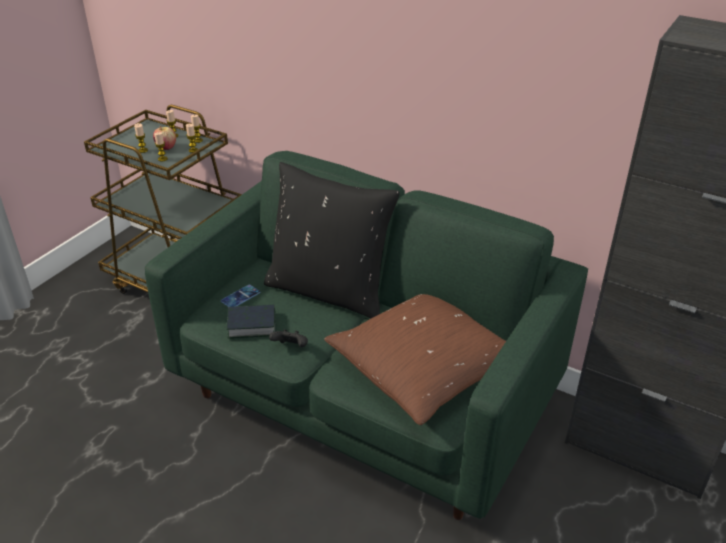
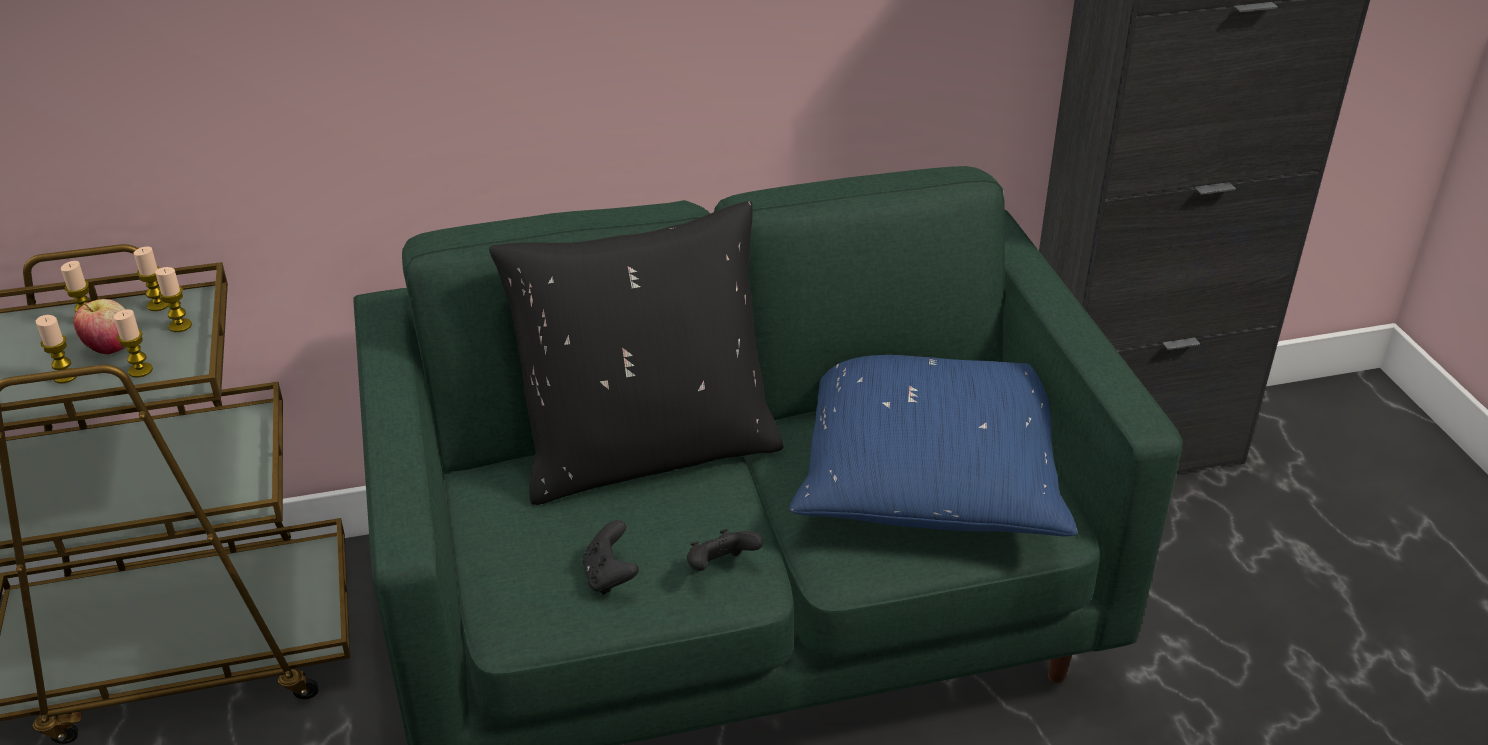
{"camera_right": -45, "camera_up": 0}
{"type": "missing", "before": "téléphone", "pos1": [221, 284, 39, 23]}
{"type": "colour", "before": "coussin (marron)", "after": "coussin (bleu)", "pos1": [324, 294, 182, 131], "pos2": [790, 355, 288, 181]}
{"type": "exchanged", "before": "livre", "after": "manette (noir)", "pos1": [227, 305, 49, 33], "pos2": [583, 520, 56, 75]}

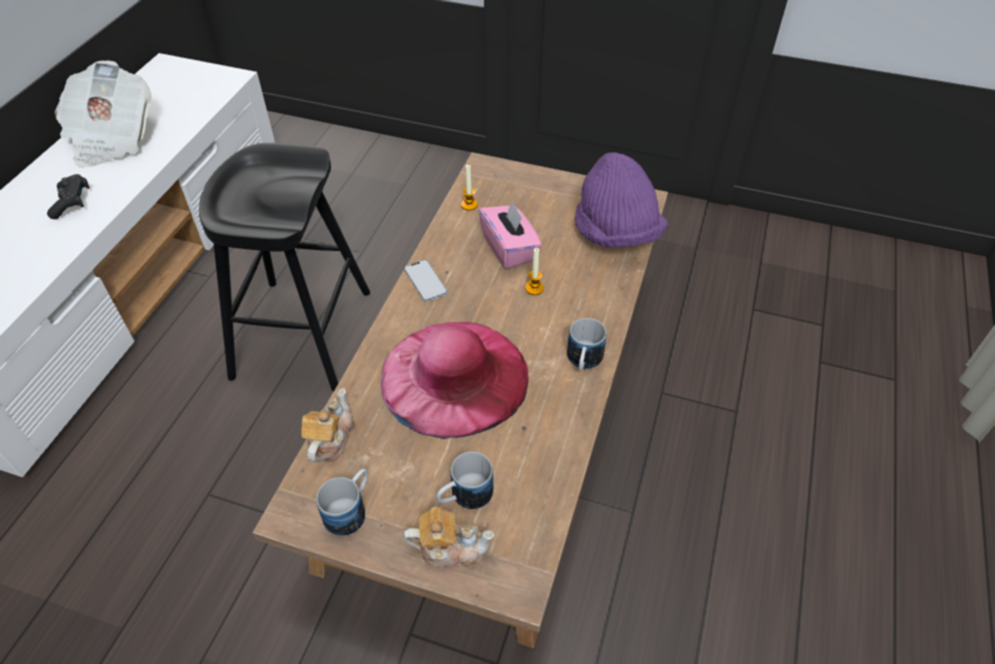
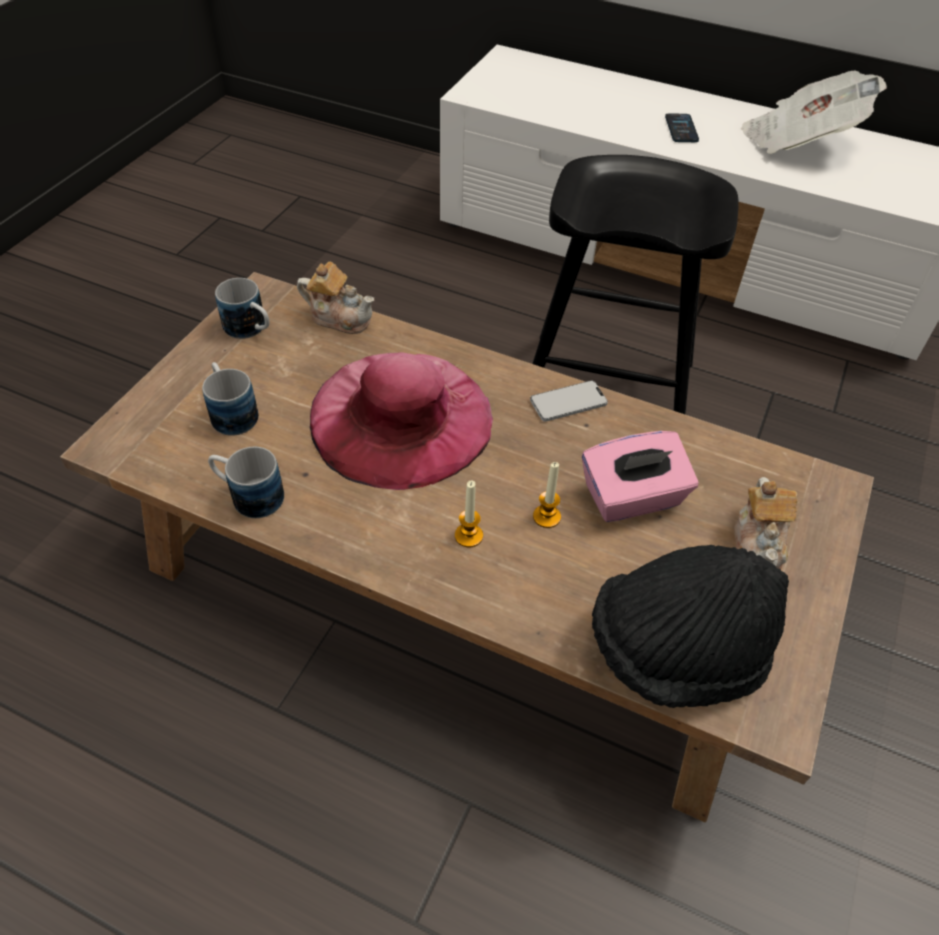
{"camera_right": 95, "camera_up": 0}
{"type": "colour", "before": "chapeau (violet)", "after": "chapeau (noir)", "pos1": [575, 152, 93, 96], "pos2": [592, 545, 197, 163]}
{"type": "relocated", "before": "bougie", "pos1": [461, 165, 17, 46], "pos2": [455, 480, 28, 67]}
{"type": "exchanged", "before": "manette (noir)", "after": "téléphone", "pos1": [47, 174, 43, 45], "pos2": [665, 113, 34, 29]}
{"type": "relocated", "before": "mug", "pos1": [567, 318, 40, 53], "pos2": [208, 446, 76, 72]}
{"type": "relocated", "before": "théière", "pos1": [403, 507, 91, 61], "pos2": [734, 477, 63, 93]}

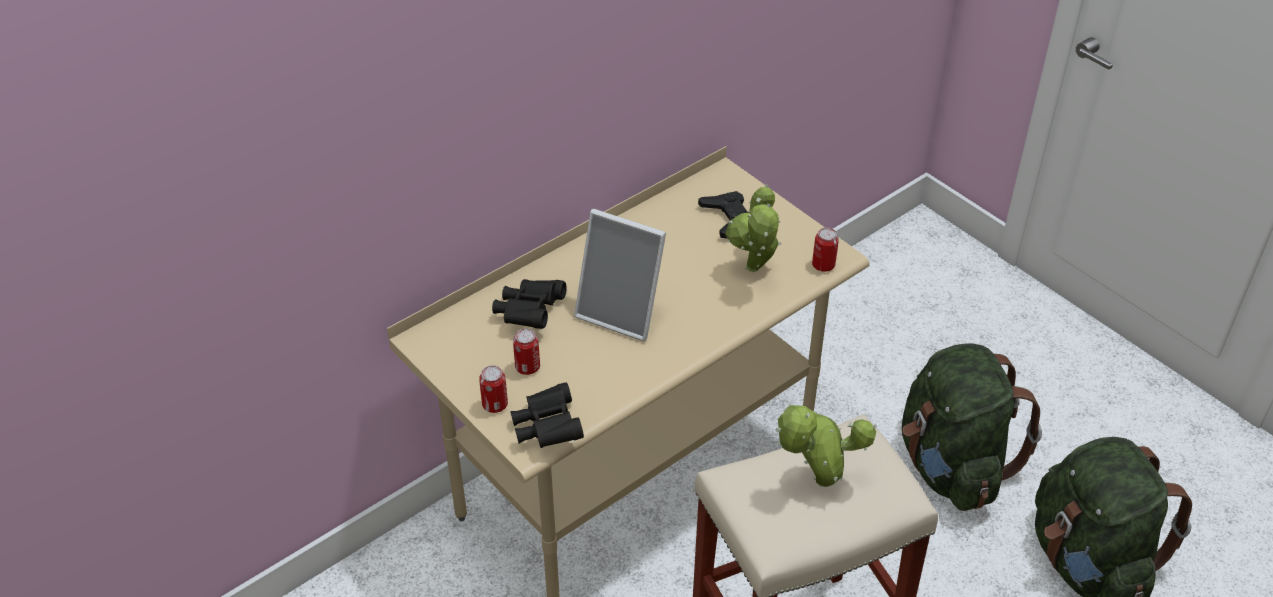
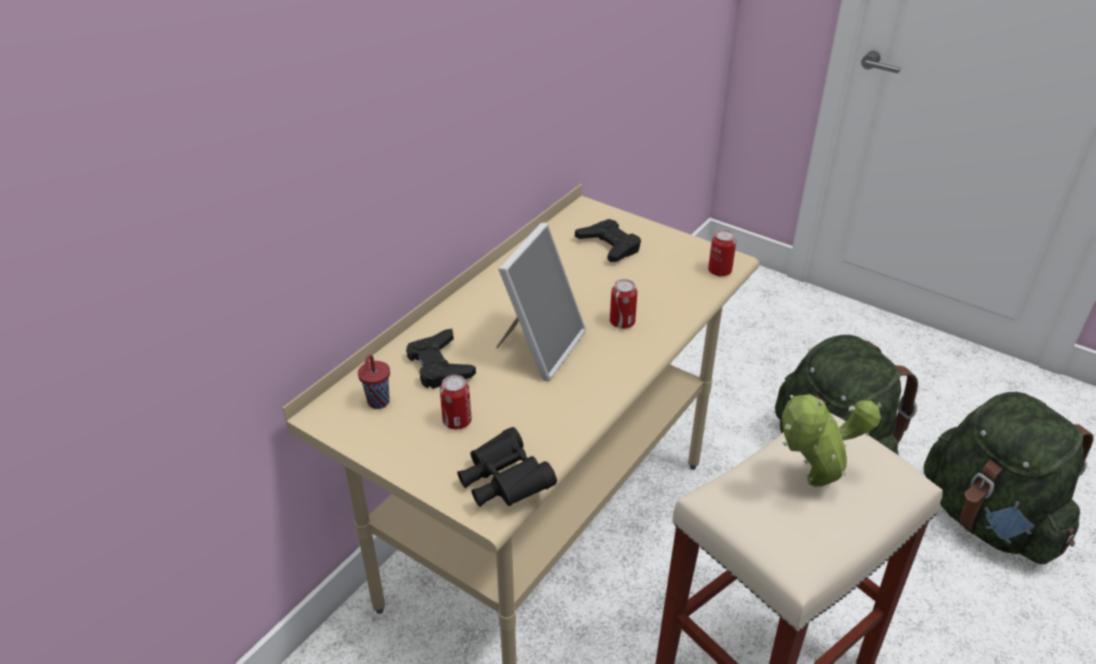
{"camera_right": -15, "camera_up": -5}
{"type": "missing", "before": "plante en pot", "pos1": [725, 184, 56, 88]}
{"type": "spun", "before": "cadre photo", "pos1": [574, 209, 92, 132], "pos2": [496, 222, 90, 159], "turn": -75}
{"type": "exchanged", "before": "jumelles (noir)", "after": "manette (noir)", "pos1": [492, 279, 74, 50], "pos2": [406, 329, 70, 60]}
{"type": "relocated", "before": "boîte métallique", "pos1": [479, 365, 29, 48], "pos2": [610, 279, 27, 50]}
{"type": "appeared", "after": "tasse (rouge)", "pos2": [358, 355, 32, 54]}

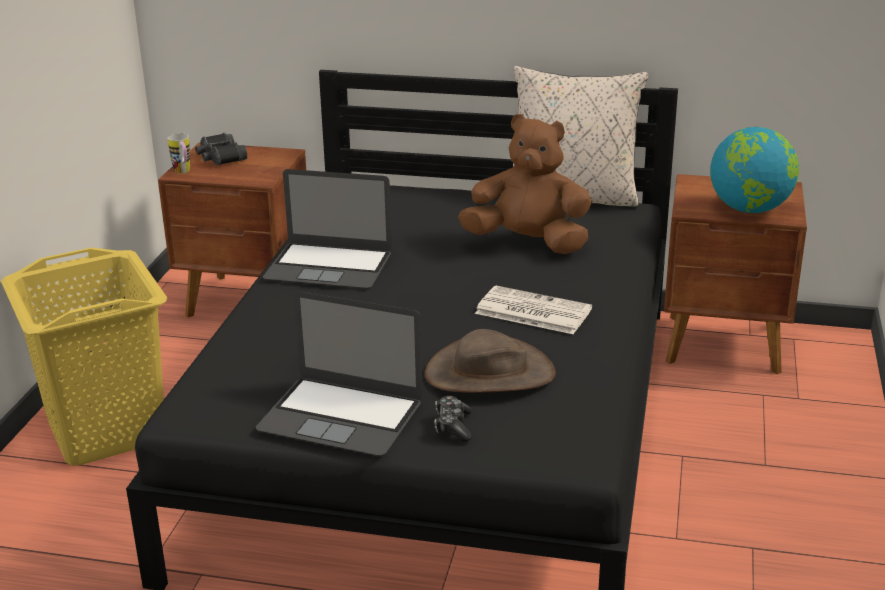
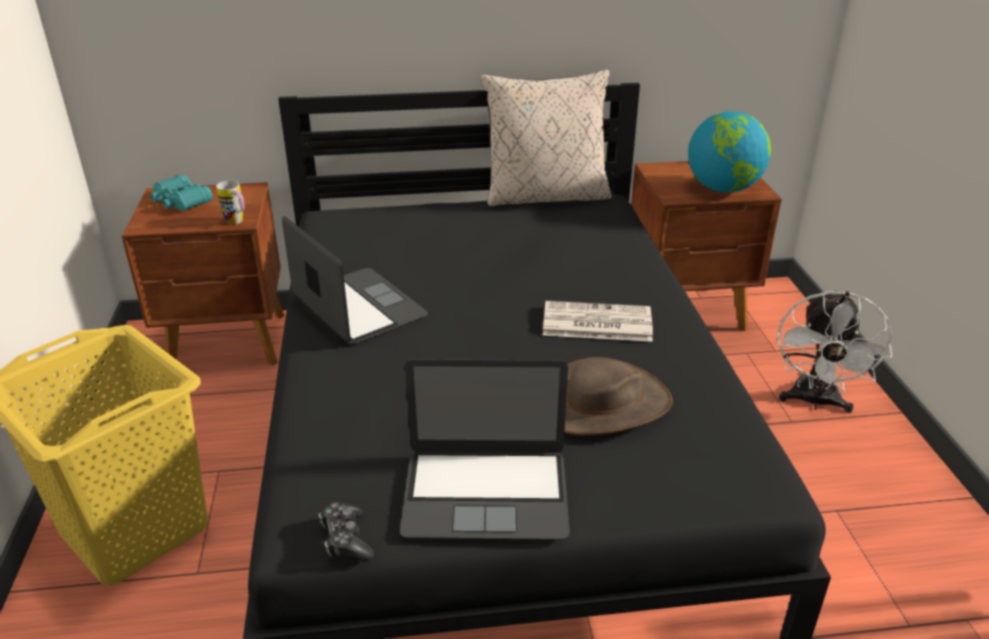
{"camera_right": -20, "camera_up": 5}
{"type": "missing", "before": "peluche (marron)", "pos1": [458, 114, 134, 140]}
{"type": "relocated", "before": "mug", "pos1": [168, 133, 22, 41], "pos2": [216, 180, 28, 45]}
{"type": "colour", "before": "jumelles (noir)", "after": "jumelles (turquoise)", "pos1": [195, 133, 52, 32], "pos2": [150, 175, 63, 36]}
{"type": "spun", "before": "ordinateur portable", "pos1": [263, 169, 129, 120], "pos2": [282, 216, 146, 128], "turn": -120}
{"type": "relocated", "before": "manette", "pos1": [434, 396, 38, 46], "pos2": [319, 502, 55, 60]}
{"type": "appeared", "after": "ventilateur (blanc)", "pos2": [778, 290, 114, 123]}

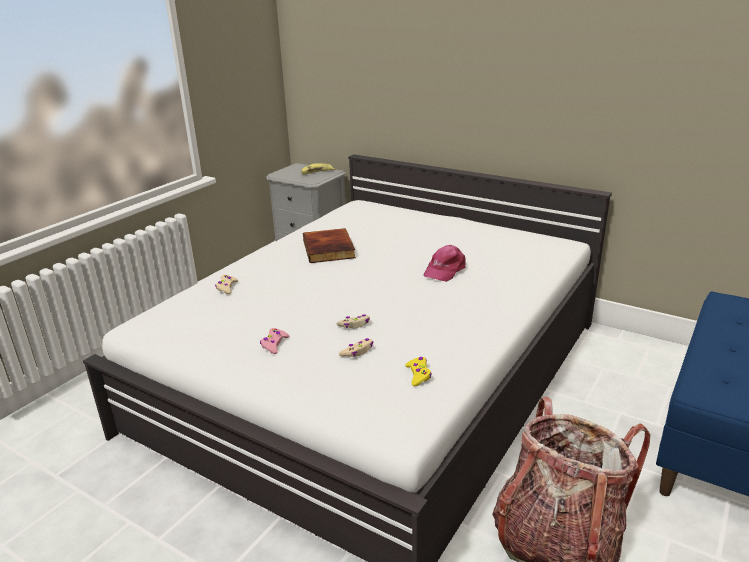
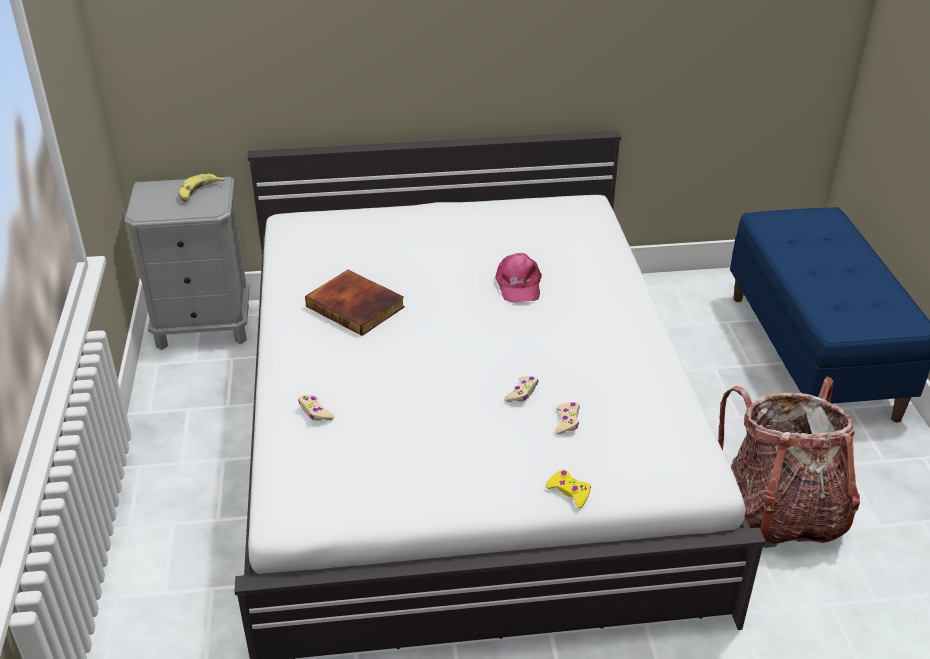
{"camera_right": -40, "camera_up": 10}
{"type": "missing", "before": "manette (rose)", "pos1": [260, 328, 29, 26]}
{"type": "relocated", "before": "manette (jaune)", "pos1": [405, 357, 26, 29], "pos2": [546, 470, 45, 38]}

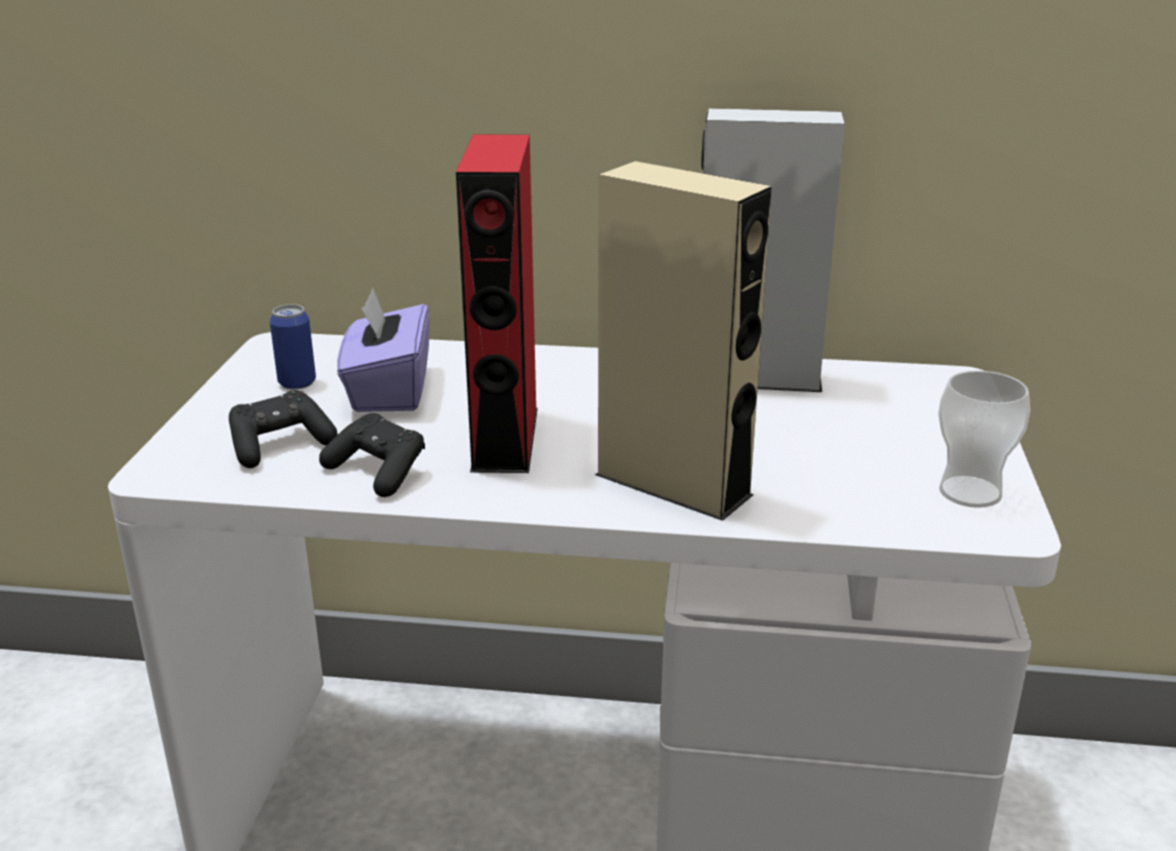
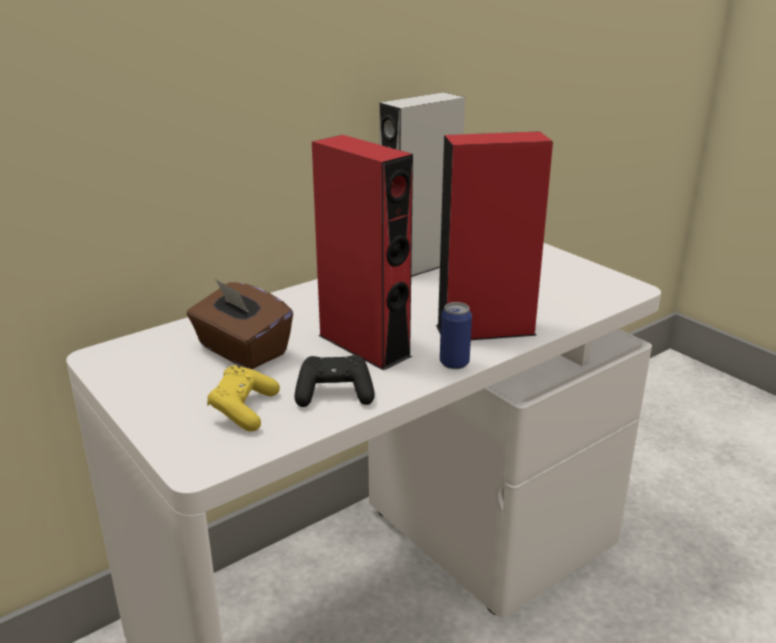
{"camera_right": -45, "camera_up": 0}
{"type": "colour", "before": "enceinte (beige)", "after": "enceinte (rouge)", "pos1": [595, 161, 176, 360], "pos2": [436, 131, 117, 209]}
{"type": "colour", "before": "boîte à mouchoirs (violet)", "after": "boîte à mouchoirs (marron)", "pos1": [337, 288, 92, 124], "pos2": [187, 279, 106, 90]}
{"type": "relocated", "before": "boîte métallique", "pos1": [270, 304, 46, 86], "pos2": [440, 302, 32, 67]}
{"type": "missing", "before": "tasse", "pos1": [938, 370, 92, 138]}
{"type": "colour", "before": "manette (noir)", "after": "manette (jaune)", "pos1": [229, 390, 108, 78], "pos2": [207, 365, 73, 66]}

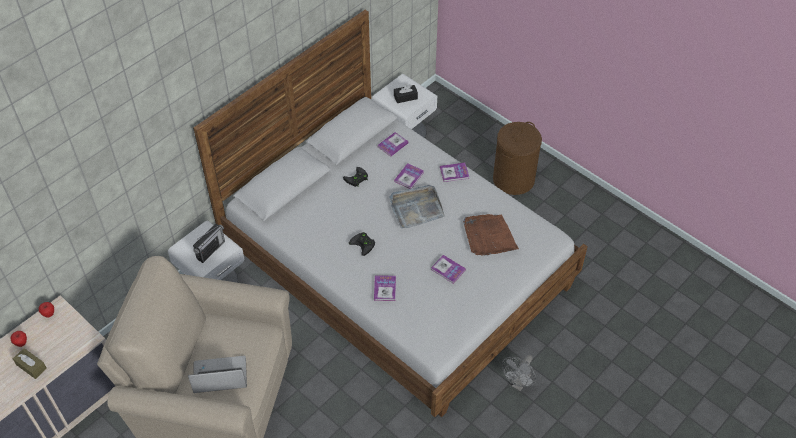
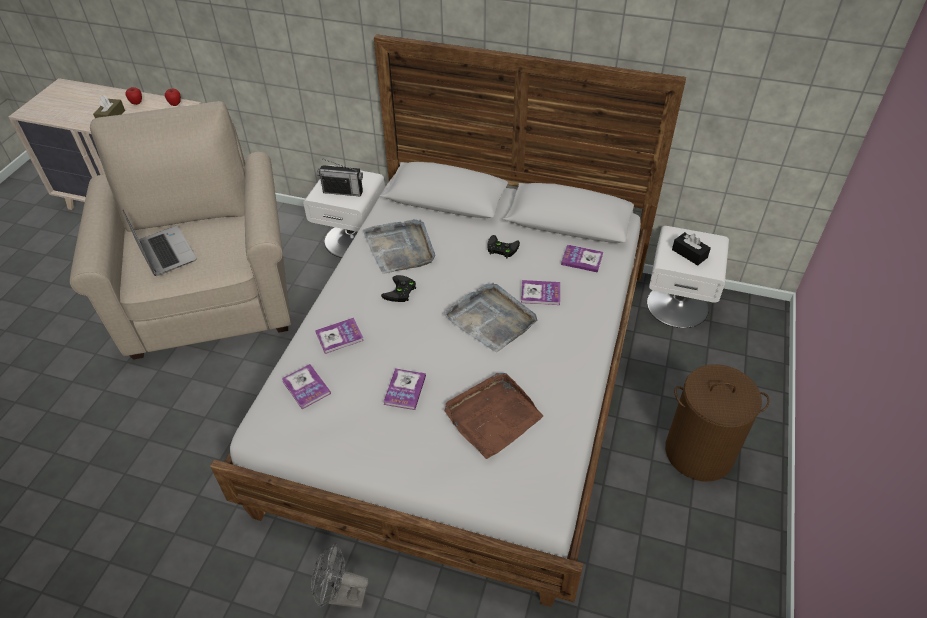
{"camera_right": 65, "camera_up": -5}
{"type": "relocated", "before": "livre", "pos1": [440, 163, 29, 19], "pos2": [282, 364, 49, 45]}
{"type": "appeared", "after": "plateau (gris)", "pos2": [363, 219, 72, 55]}

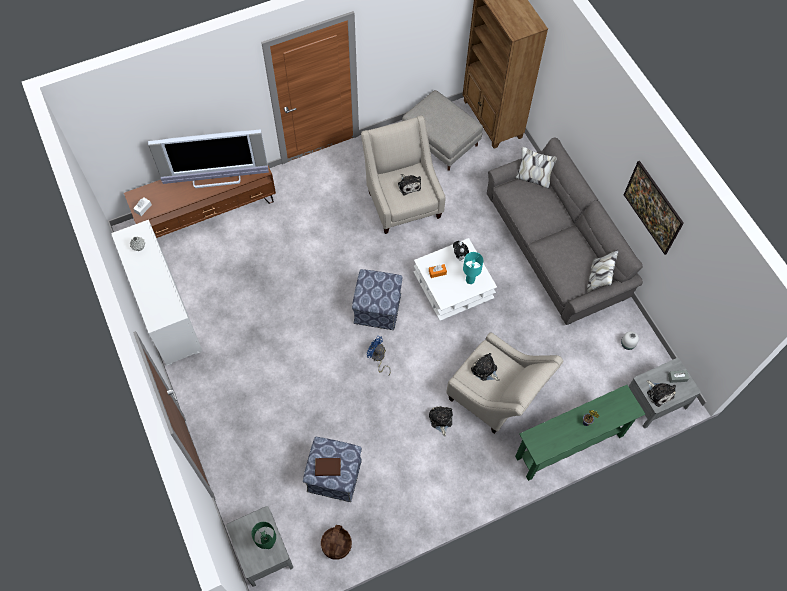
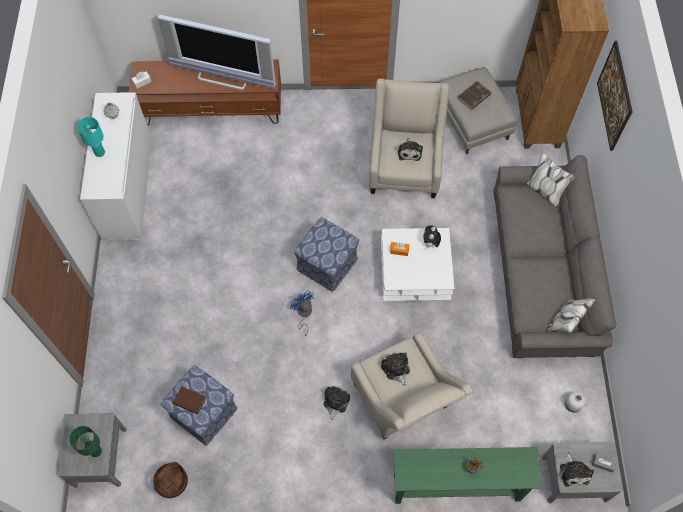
{"camera_right": 25, "camera_up": 0}
{"type": "relocated", "before": "tableau", "pos1": [624, 161, 60, 94], "pos2": [597, 41, 36, 110]}
{"type": "relocated", "before": "lampe de table (turquoise)", "pos1": [463, 252, 21, 32], "pos2": [77, 117, 28, 40]}
{"type": "appeared", "after": "livre (marron)", "pos2": [458, 81, 33, 29]}

